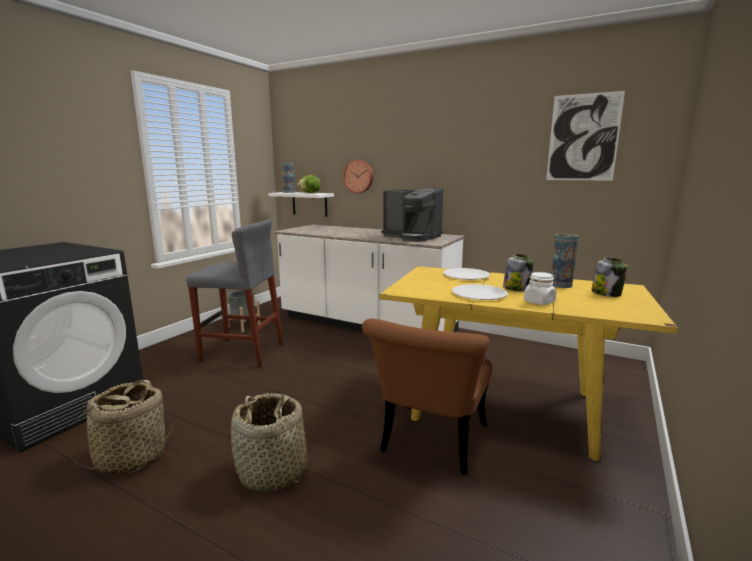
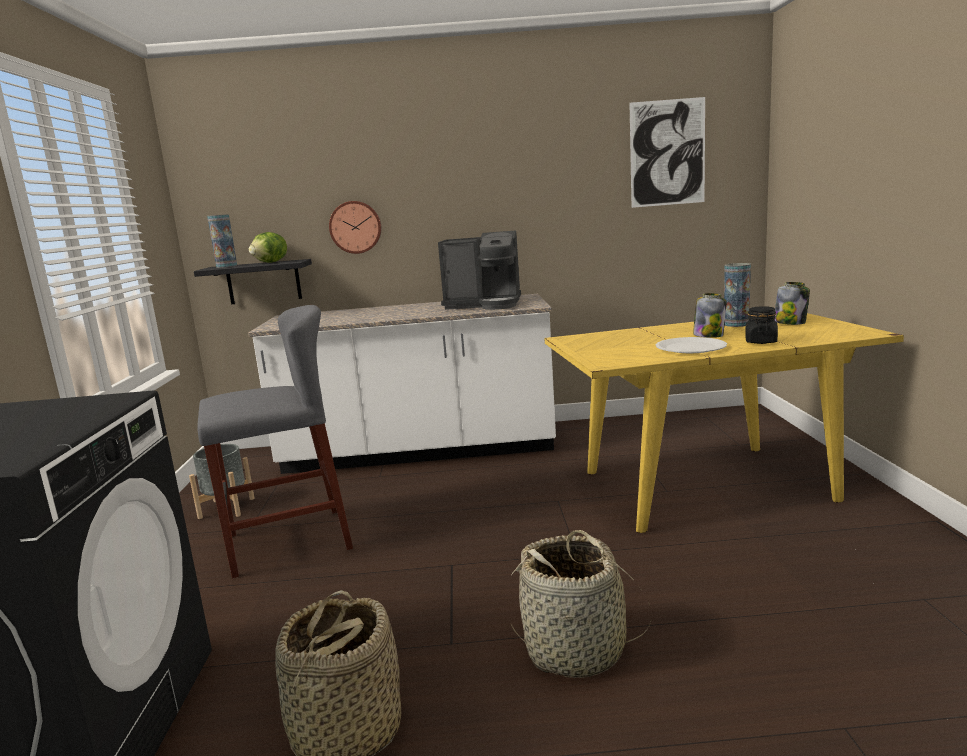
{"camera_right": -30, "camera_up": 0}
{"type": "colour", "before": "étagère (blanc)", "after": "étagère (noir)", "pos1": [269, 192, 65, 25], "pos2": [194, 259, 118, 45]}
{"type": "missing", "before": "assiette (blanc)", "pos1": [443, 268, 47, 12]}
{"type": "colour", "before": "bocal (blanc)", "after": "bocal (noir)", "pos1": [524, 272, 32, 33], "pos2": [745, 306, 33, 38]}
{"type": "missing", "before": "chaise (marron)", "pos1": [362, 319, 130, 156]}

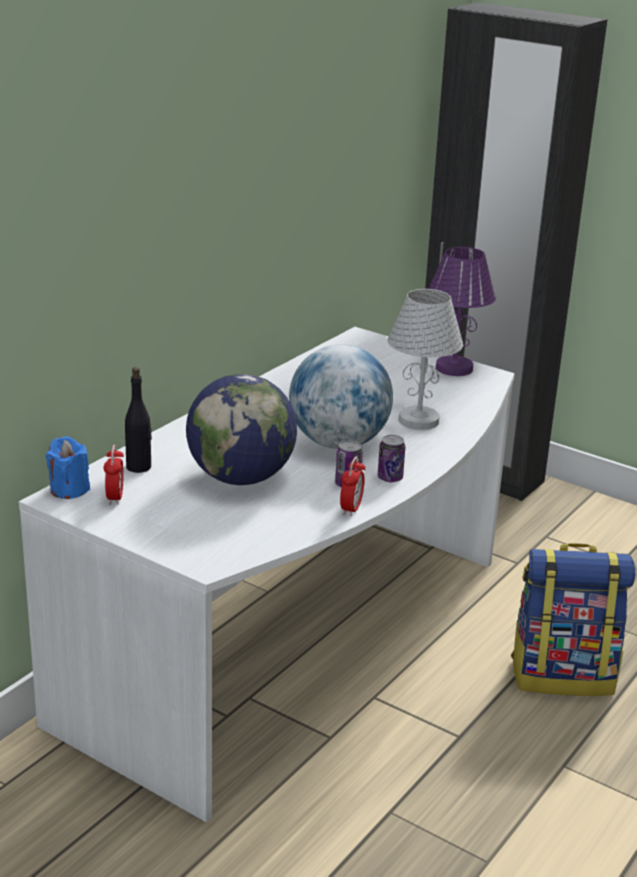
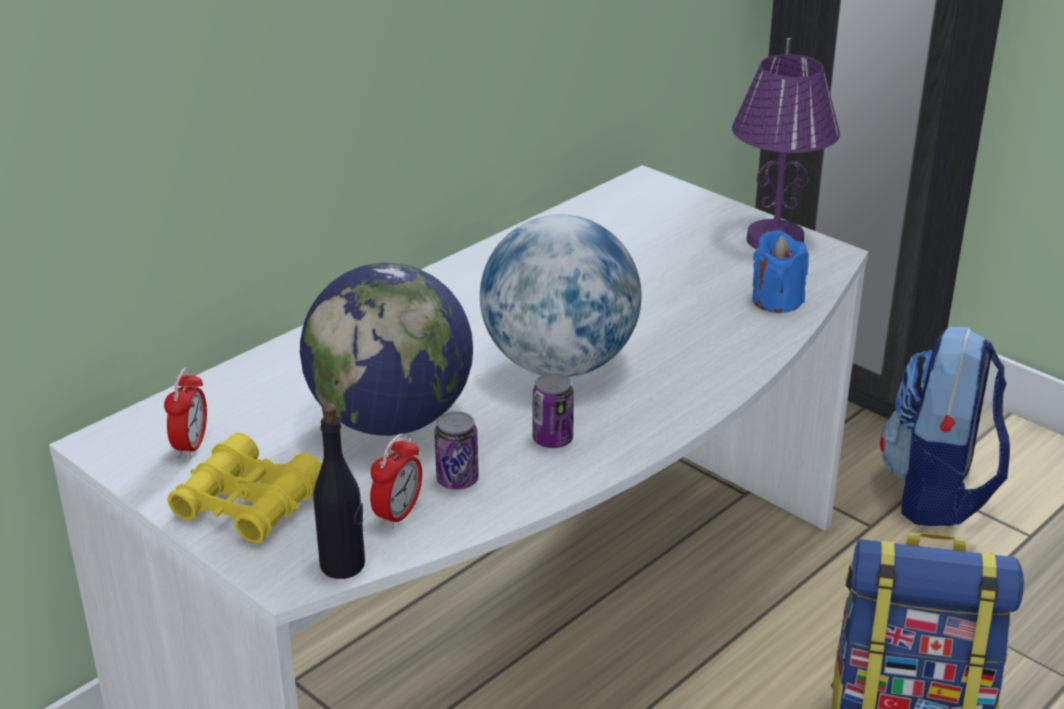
{"camera_right": 10, "camera_up": 5}
{"type": "missing", "before": "lampe de table (blanc)", "pos1": [387, 289, 76, 141]}
{"type": "relocated", "before": "bouteille (noir)", "pos1": [125, 367, 27, 106], "pos2": [314, 403, 51, 176]}
{"type": "relocated", "before": "boîte métallique", "pos1": [378, 435, 27, 47], "pos2": [435, 411, 44, 78]}
{"type": "relocated", "before": "bougie (bleu)", "pos1": [46, 436, 44, 63], "pos2": [752, 230, 57, 83]}
{"type": "relocated", "before": "réveil", "pos1": [340, 456, 25, 61], "pos2": [370, 433, 52, 96]}
{"type": "appeared", "after": "sac à dos", "pos2": [880, 327, 130, 199]}
{"type": "appeared", "after": "jumelles (jaune)", "pos2": [167, 432, 155, 112]}

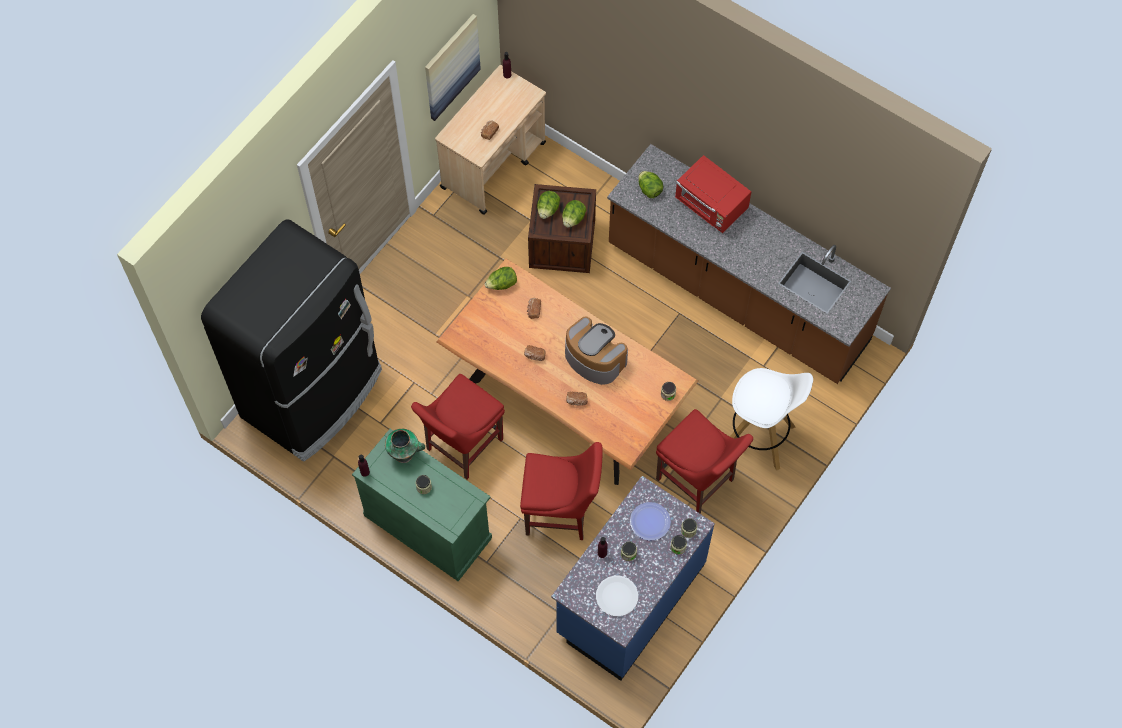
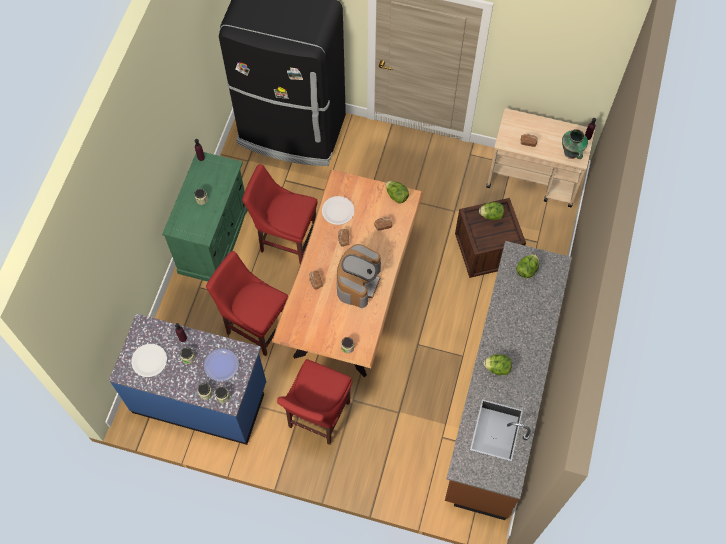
{"camera_right": 70, "camera_up": 0}
{"type": "missing", "before": "tableau", "pos1": [425, 14, 56, 107]}
{"type": "missing", "before": "micro-ondes (rouge)", "pos1": [675, 155, 76, 78]}
{"type": "relocated", "before": "laitue", "pos1": [562, 200, 25, 27], "pos2": [483, 354, 29, 21]}
{"type": "missing", "before": "tabouret (blanc)", "pos1": [730, 368, 83, 102]}
{"type": "relocated", "before": "vase", "pos1": [385, 429, 40, 34], "pos2": [562, 129, 26, 30]}
{"type": "spun", "before": "chaise (rouge)", "pos1": [520, 442, 83, 98], "pos2": [206, 251, 82, 105], "turn": 135}
{"type": "appeared", "after": "assiette (blanc)", "pos2": [322, 196, 33, 29]}

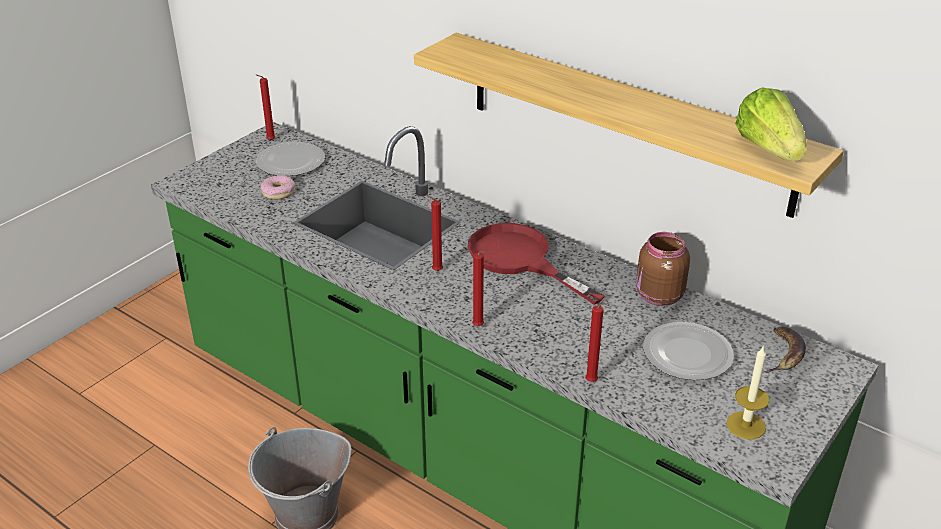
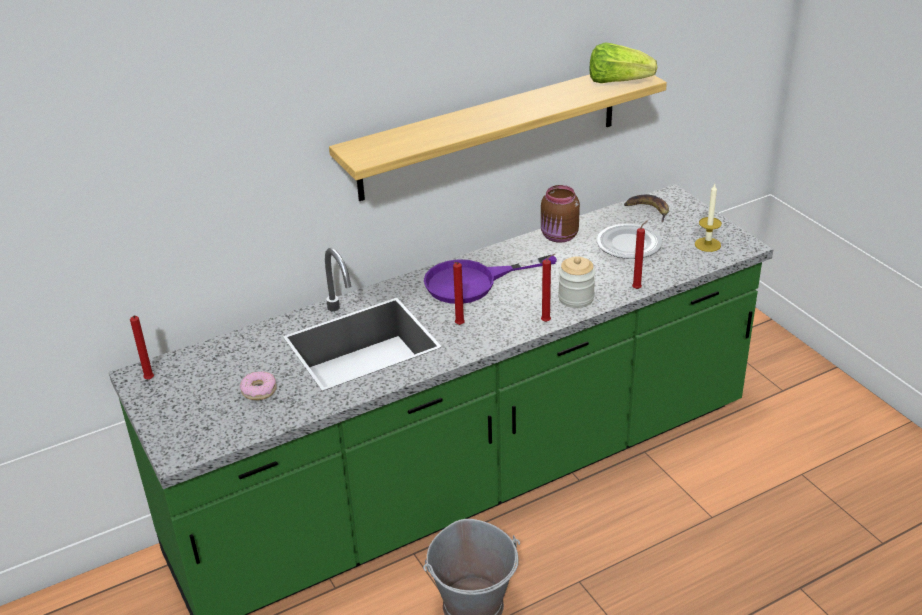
{"camera_right": -65, "camera_up": 0}
{"type": "missing", "before": "assiette", "pos1": [256, 142, 69, 34]}
{"type": "colour", "before": "poêle (rouge)", "after": "poêle (violet)", "pos1": [468, 223, 137, 82], "pos2": [424, 255, 133, 49]}
{"type": "appeared", "after": "bocal", "pos2": [558, 256, 38, 52]}

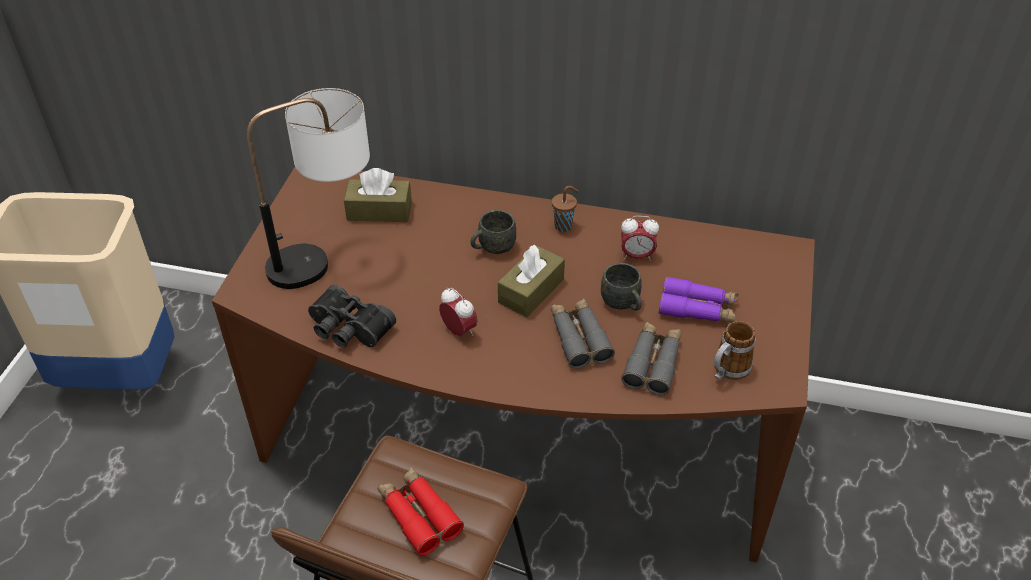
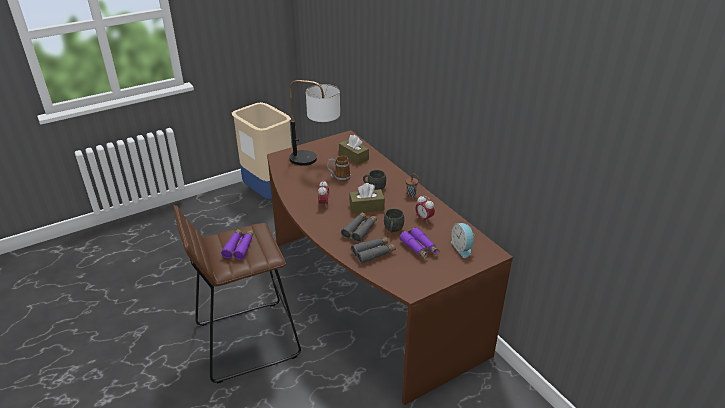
{"camera_right": 45, "camera_up": -10}
{"type": "missing", "before": "jumelles (noir)", "pos1": [308, 284, 88, 64]}
{"type": "relocated", "before": "mug", "pos1": [714, 321, 41, 59], "pos2": [327, 156, 24, 26]}
{"type": "colour", "before": "jumelles (rouge)", "after": "jumelles (violet)", "pos1": [378, 467, 86, 89], "pos2": [221, 229, 33, 31]}
{"type": "appeared", "after": "réveil", "pos2": [451, 223, 24, 35]}

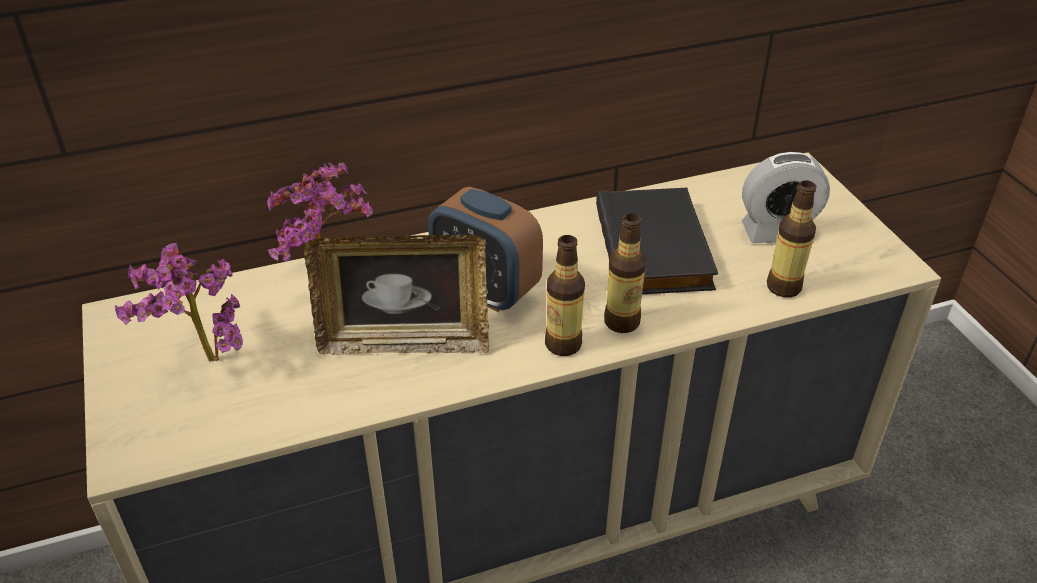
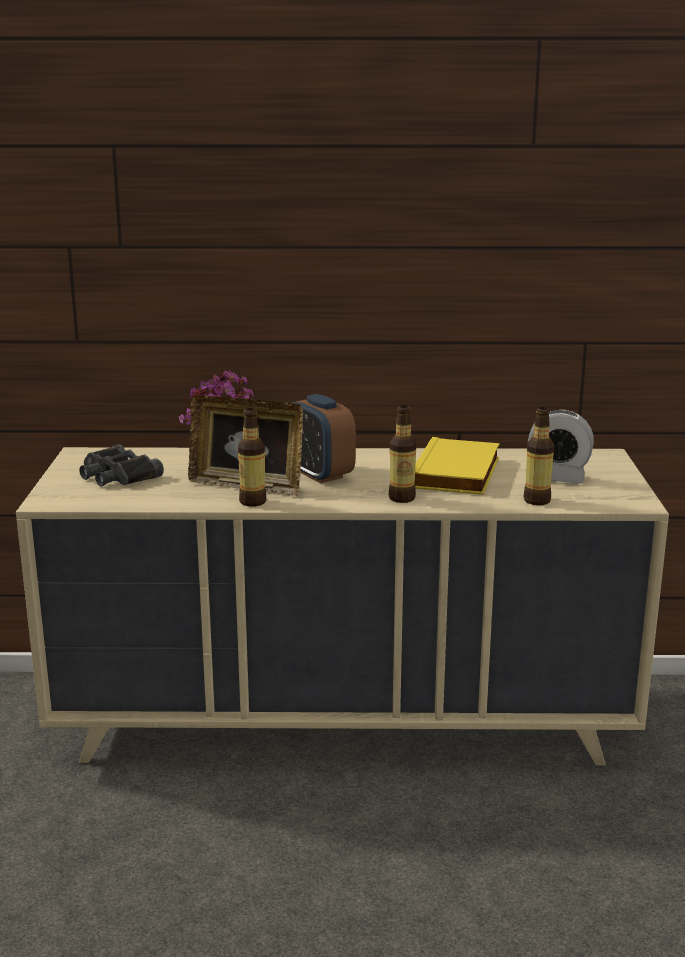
{"camera_right": 20, "camera_up": -20}
{"type": "colour", "before": "livre (noir)", "after": "livre (jaune)", "pos1": [596, 188, 122, 106], "pos2": [415, 437, 85, 58]}
{"type": "relocated", "before": "bouteille", "pos1": [545, 235, 40, 121], "pos2": [238, 408, 29, 99]}
{"type": "exchanged", "before": "plante en pot", "after": "jumelles (noir)", "pos1": [115, 243, 128, 119], "pos2": [79, 444, 85, 43]}

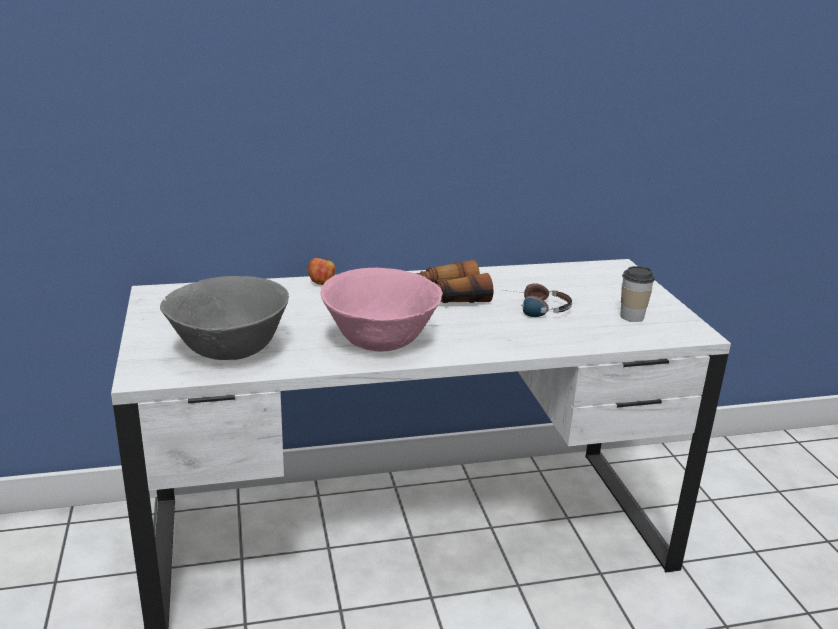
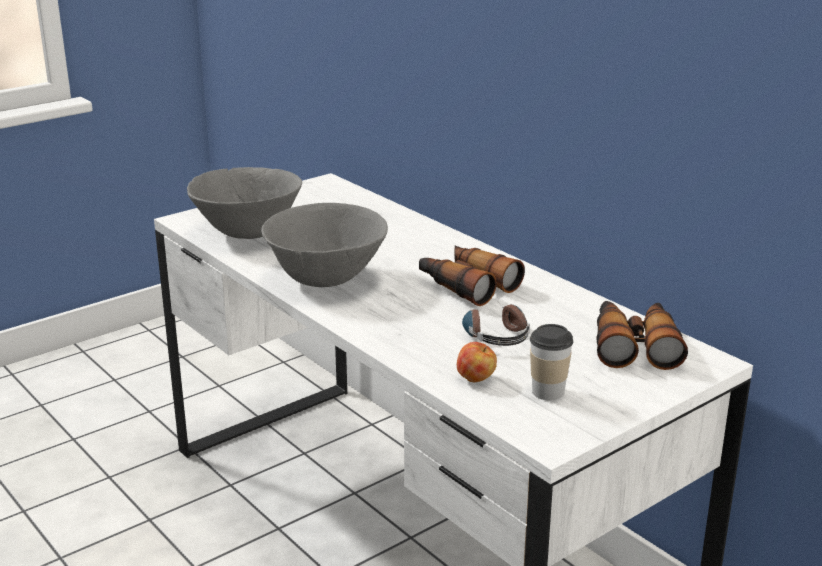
{"camera_right": 65, "camera_up": 0}
{"type": "relocated", "before": "pomme", "pos1": [308, 257, 27, 28], "pos2": [457, 342, 40, 40]}
{"type": "colour", "before": "bol (rose)", "after": "bol (gris)", "pos1": [320, 268, 123, 83], "pos2": [261, 203, 127, 84]}
{"type": "appeared", "after": "jumelles", "pos2": [596, 301, 92, 69]}

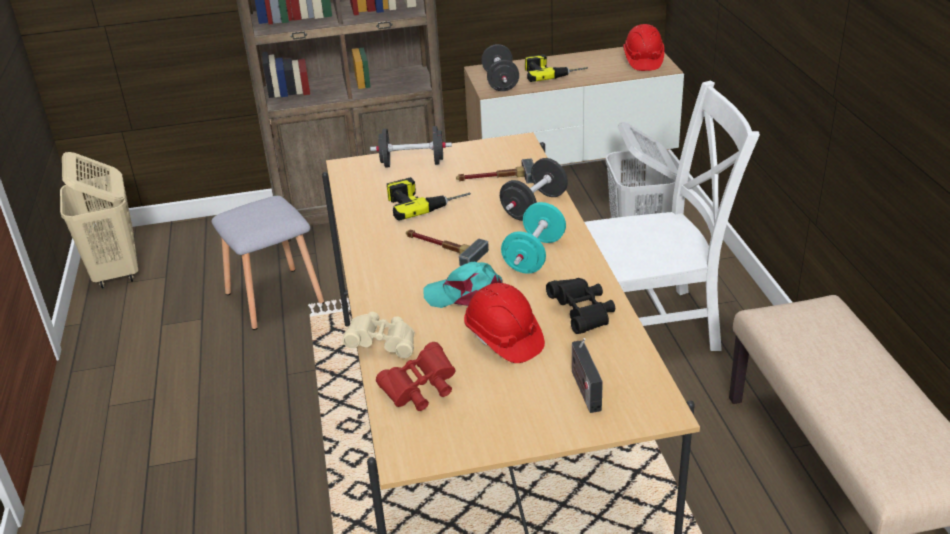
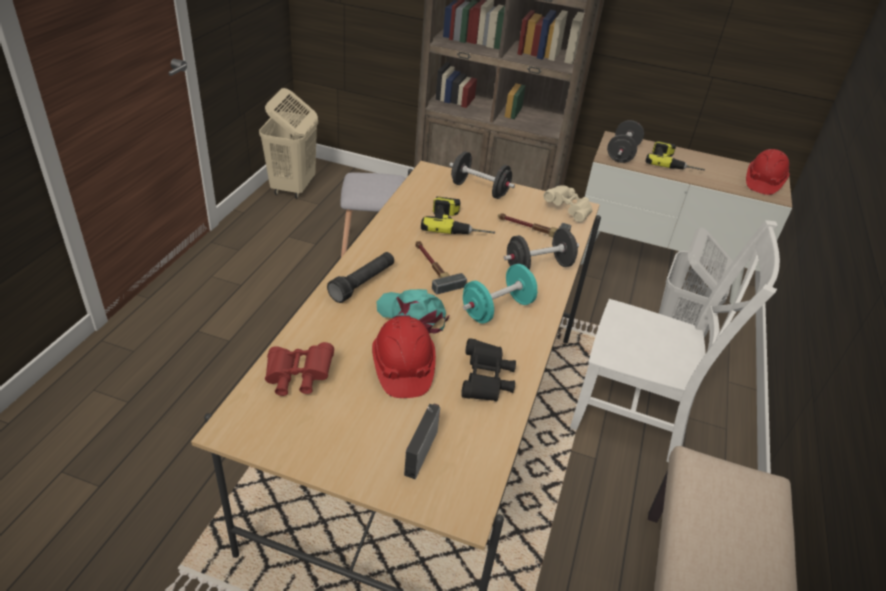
{"camera_right": 25, "camera_up": 5}
{"type": "relocated", "before": "jumelles (beige)", "pos1": [342, 312, 73, 46], "pos2": [543, 186, 50, 37]}
{"type": "appeared", "after": "lampe de poche (noir)", "pos2": [327, 252, 67, 51]}

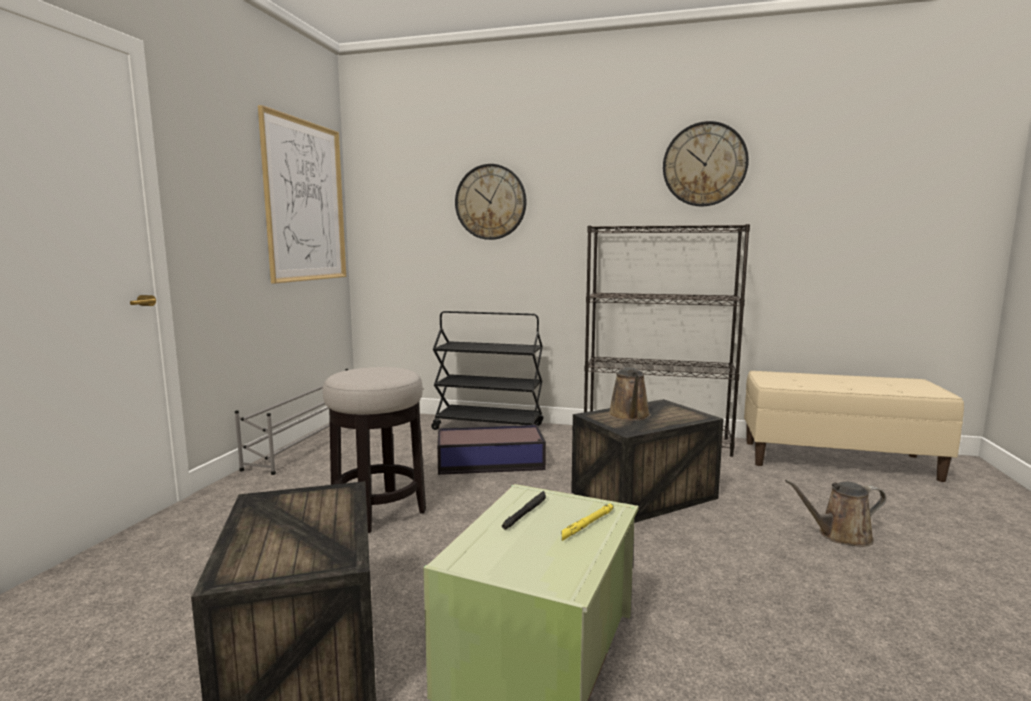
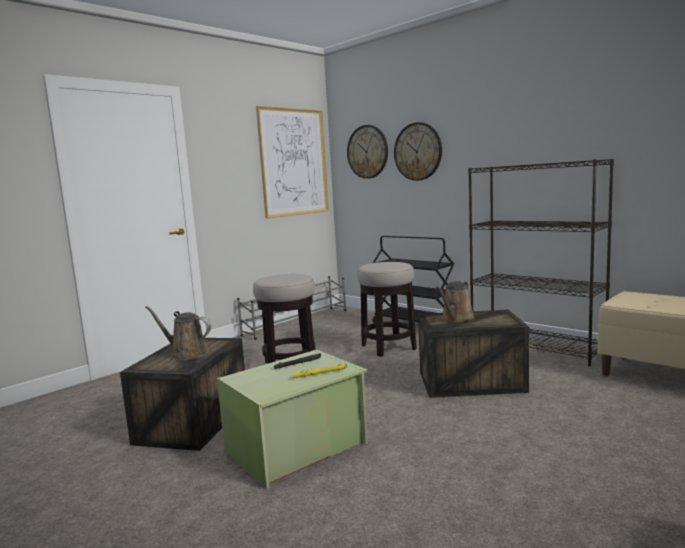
{"camera_right": 30, "camera_up": 0}
{"type": "relocated", "before": "horloge murale", "pos1": [663, 121, 86, 85], "pos2": [347, 125, 41, 54]}
{"type": "exchanged", "before": "boîte de rangement", "after": "tabouret", "pos1": [437, 425, 109, 50], "pos2": [357, 262, 60, 95]}
{"type": "relocated", "before": "arrosoir (marron)", "pos1": [785, 480, 101, 67], "pos2": [145, 306, 66, 54]}

